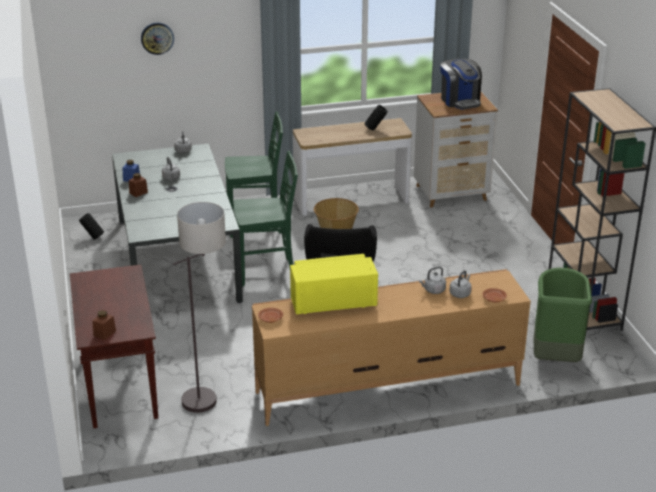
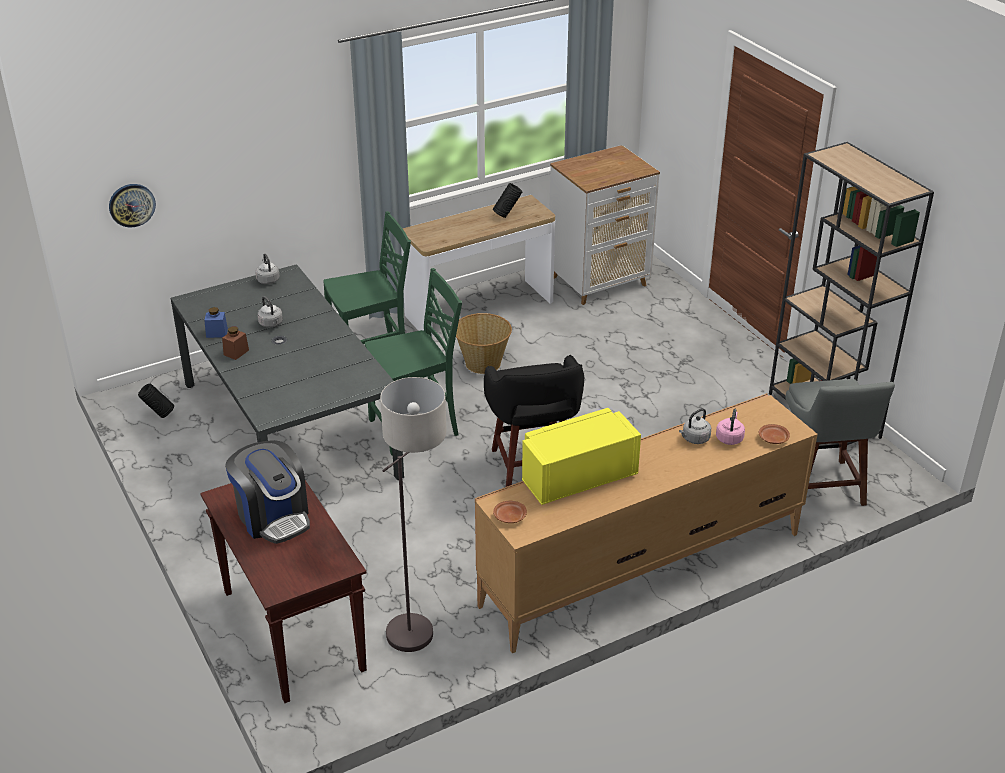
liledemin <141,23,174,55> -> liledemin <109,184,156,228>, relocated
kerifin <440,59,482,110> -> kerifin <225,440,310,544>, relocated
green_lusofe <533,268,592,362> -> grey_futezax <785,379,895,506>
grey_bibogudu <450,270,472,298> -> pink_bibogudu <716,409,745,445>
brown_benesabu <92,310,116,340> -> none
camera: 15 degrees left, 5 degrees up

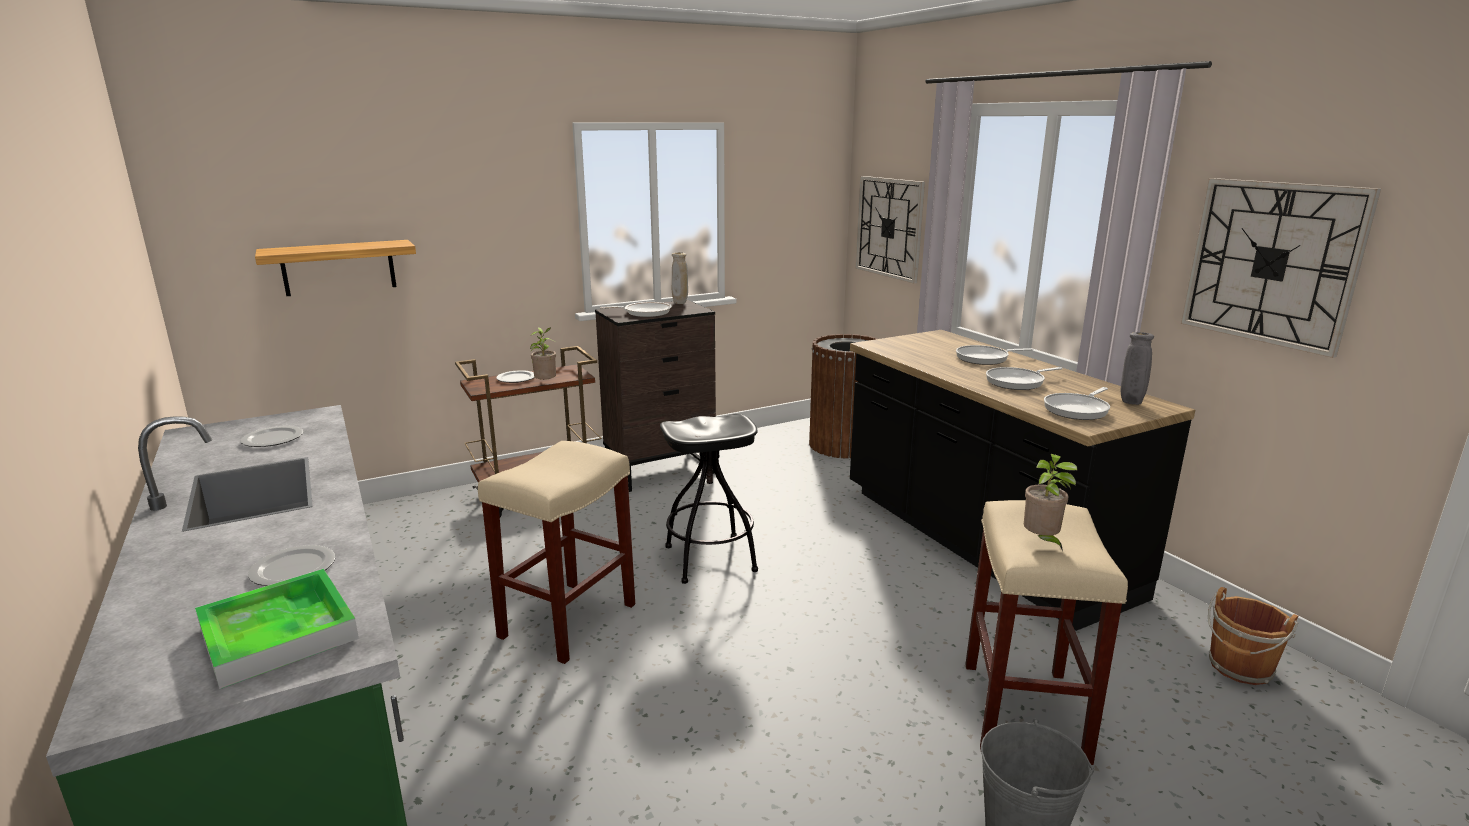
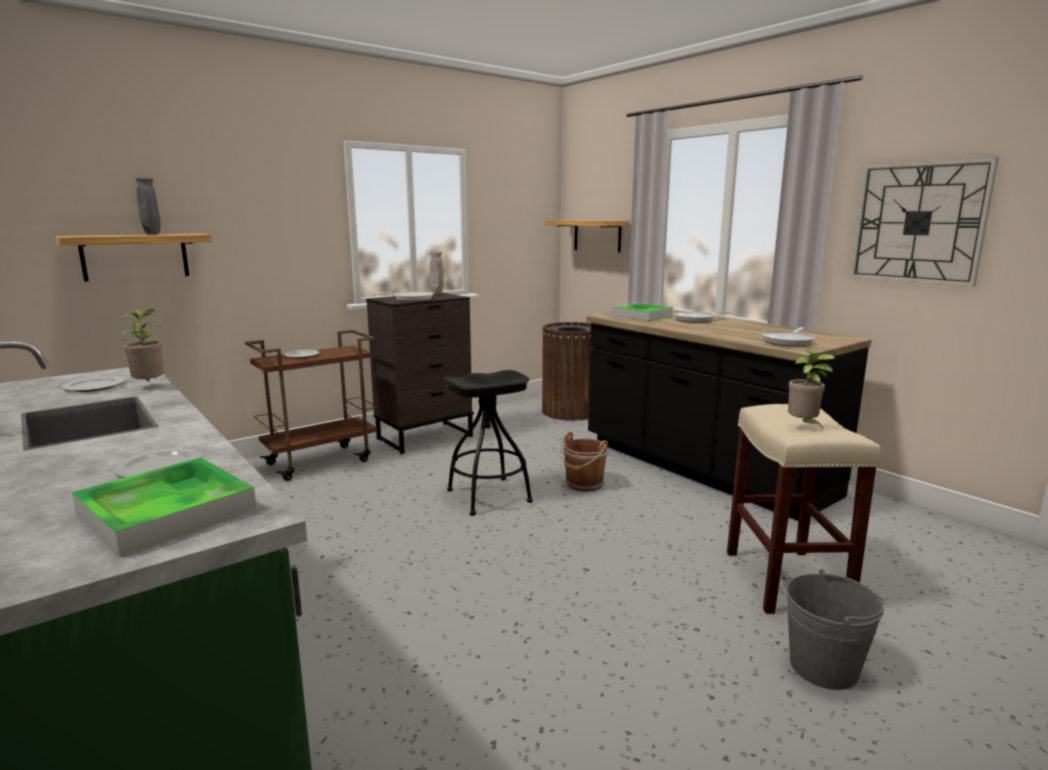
liledemin <856,176,925,284> -> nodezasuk <545,220,630,253>
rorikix <530,327,556,380> -> rorikix <121,309,164,382>, relocated
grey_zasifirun <1121,332,1154,405> -> grey_zasifirun <136,177,161,235>, relocated
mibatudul <986,367,1063,390> -> none
beige_futezax <478,441,635,664> -> none
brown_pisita <1208,587,1298,685> -> brown_pisita <559,431,608,492>, relocated
none -> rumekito <612,303,673,321>
camera: 10 degrees left, 5 degrees down

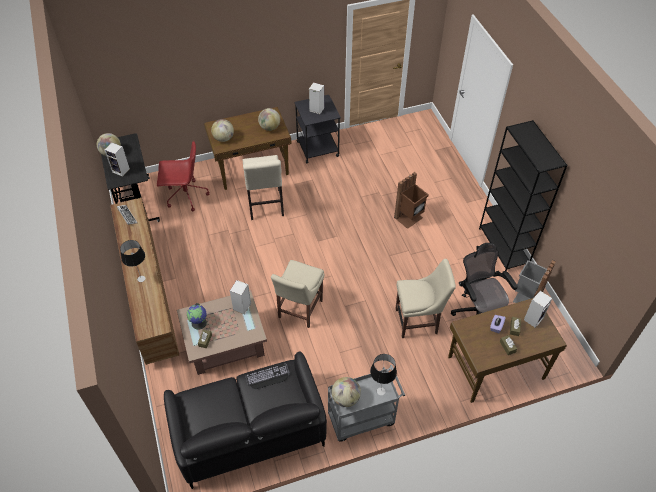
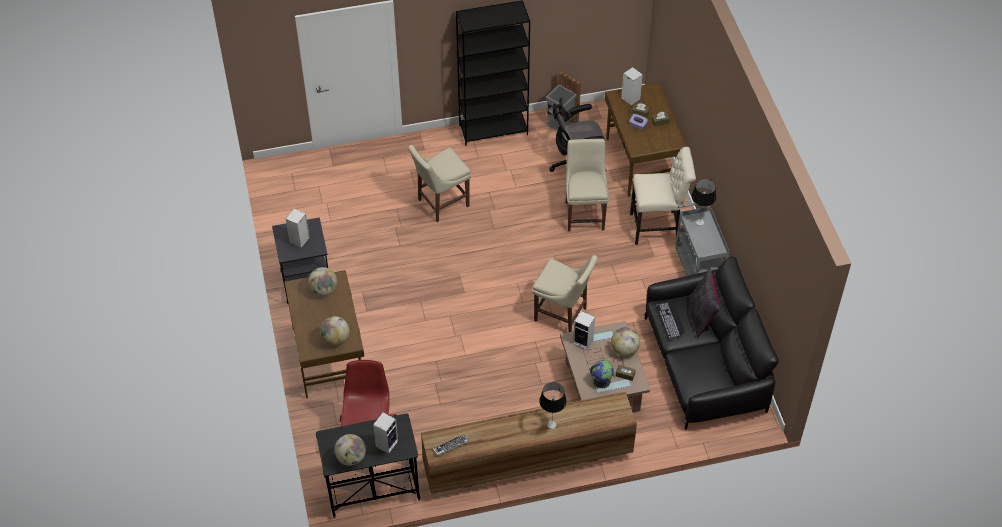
beige_futezax <243,155,284,220> -> beige_futezax <630,147,696,245>, relocated
brown_lusofe <394,172,429,229> -> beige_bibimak <408,145,471,222>
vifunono <332,377,361,407> -> vifunono <611,327,640,356>, relocated
none -> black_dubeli <689,269,720,338>
camera: 85 degrees left, 0 degrees up

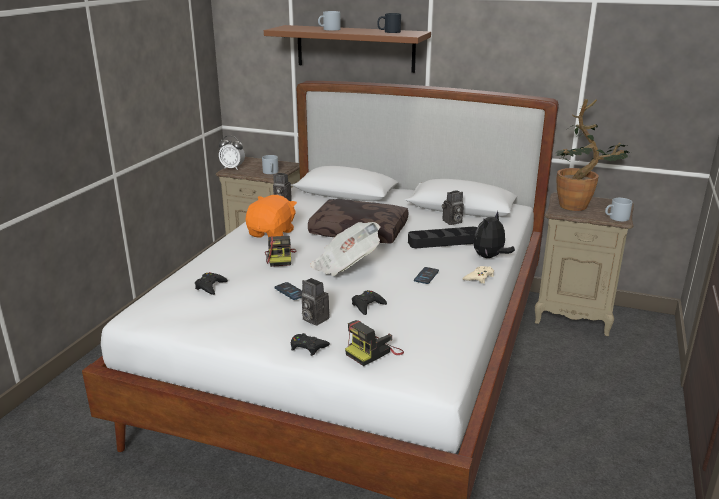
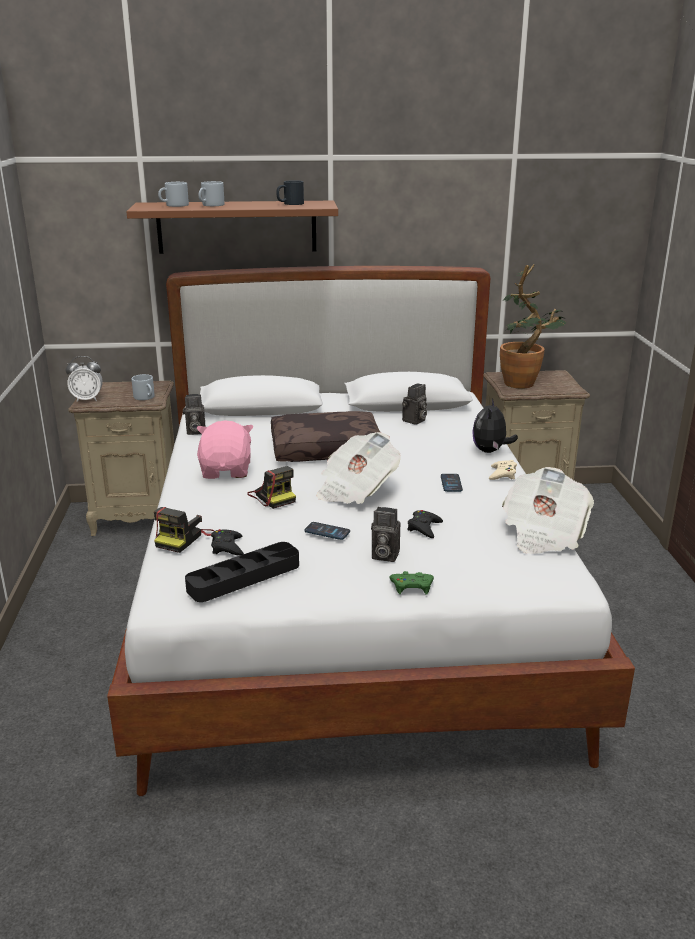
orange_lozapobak <245,195,297,238> -> pink_lozapobak <197,421,253,479>
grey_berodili <605,198,632,221> -> grey_berodili <158,182,189,207>, relocated
black_rumekito <408,227,477,248> -> black_rumekito <185,542,299,602>, relocated
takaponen <345,320,404,366> -> takaponen <154,507,214,553>, relocated
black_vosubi <291,333,330,356> -> green_vosubi <389,571,434,594>
none -> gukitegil <502,467,594,554>
camera: 25 degrees left, 0 degrees up

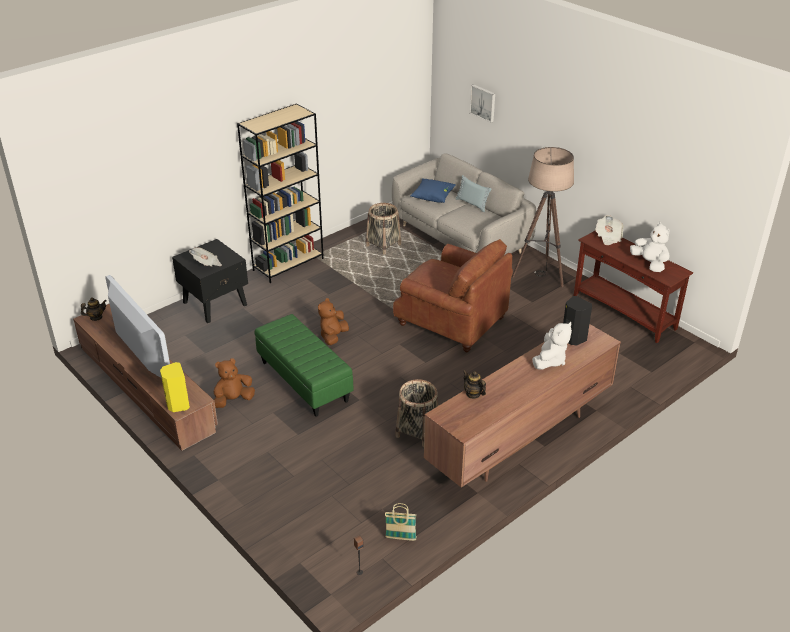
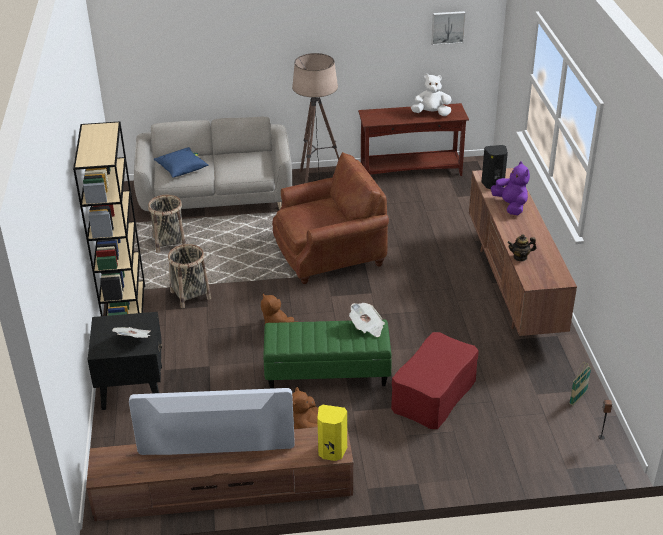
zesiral <470,84,495,123> -> zesiral <431,11,466,45>, relocated
blue_dubeli <456,175,492,212> -> none
gukitegil <595,215,624,245> -> gukitegil <349,303,385,337>, relocated
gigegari <81,297,107,321> -> none
white_lozapobak <532,322,572,370> -> purple_lozapobak <491,161,530,215>
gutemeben <395,379,438,447> -> gutemeben <168,244,211,308>, relocated
none -> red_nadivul <391,332,479,429>
camera: 55 degrees left, 0 degrees up

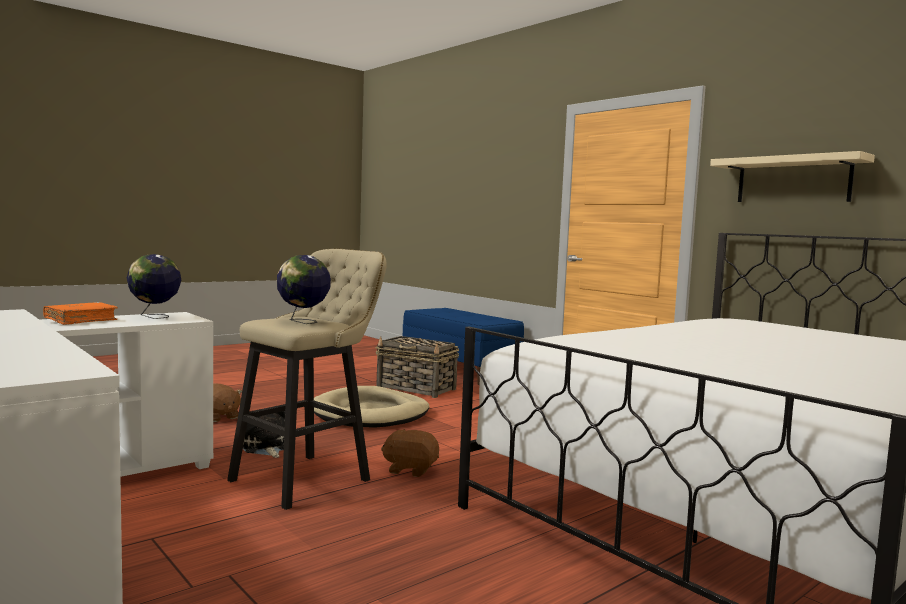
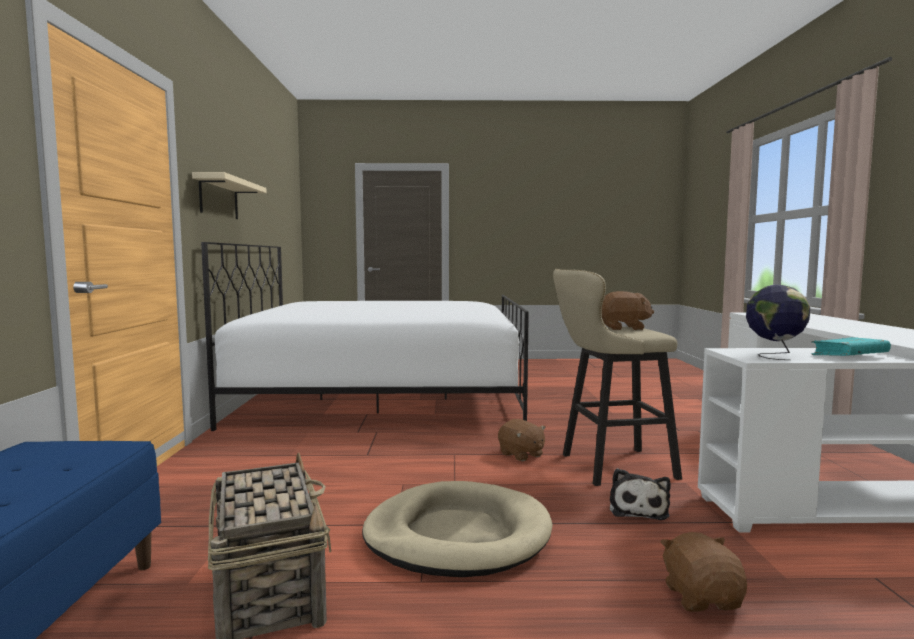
vifunono <277,255,331,324> -> brown_lozapobak <602,291,654,330>
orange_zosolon <43,302,118,325> -> turquoise_zosolon <811,337,891,356>
camera: 140 degrees left, 0 degrees up

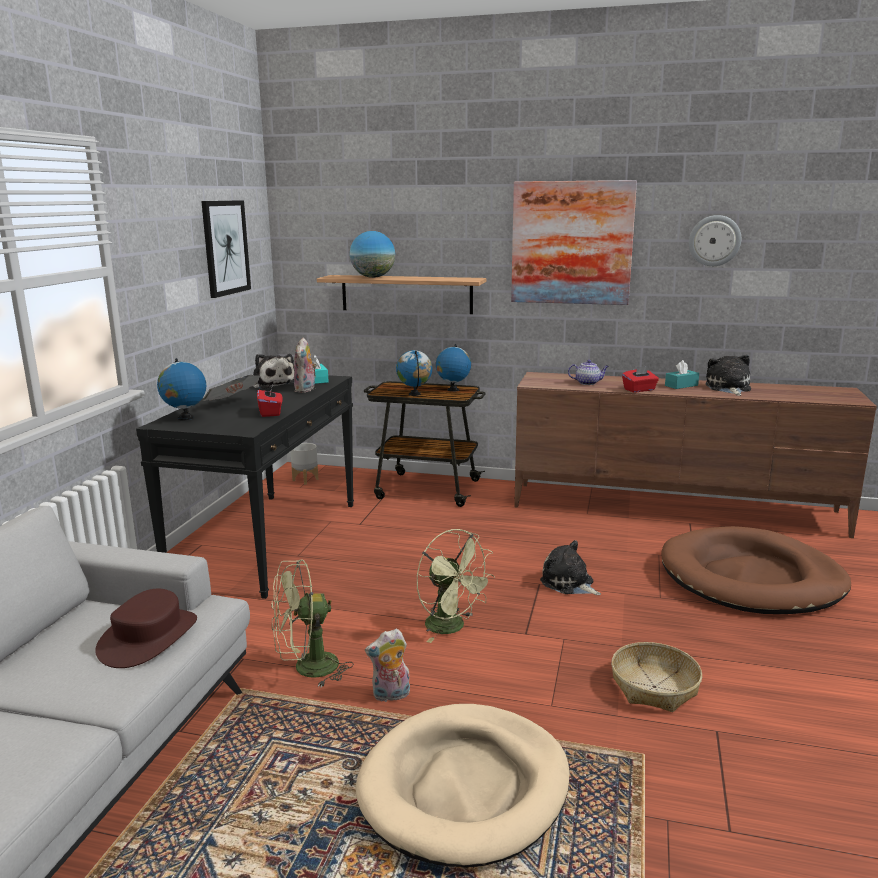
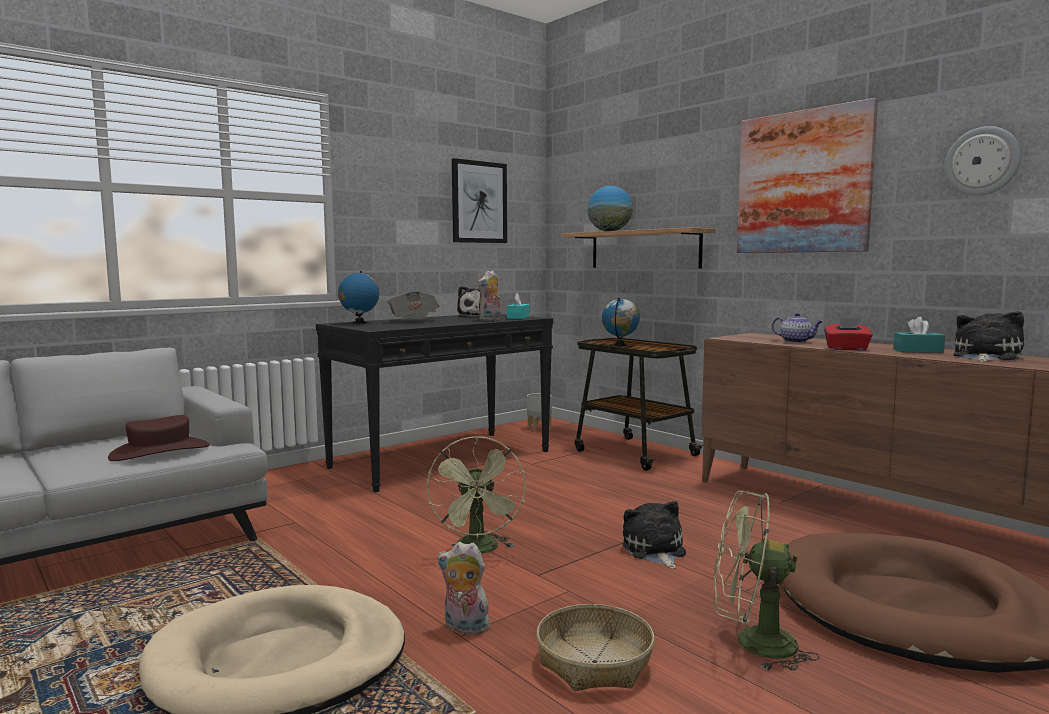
vifunono <436,344,471,392> -> none
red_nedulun <257,385,282,417> -> none
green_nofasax <271,559,354,687> -> green_nofasax <713,490,819,671>, relocated
lozapobak <365,629,410,702> -> lozapobak <437,542,490,634>, relocated
camera: 35 degrees right, 10 degrees down

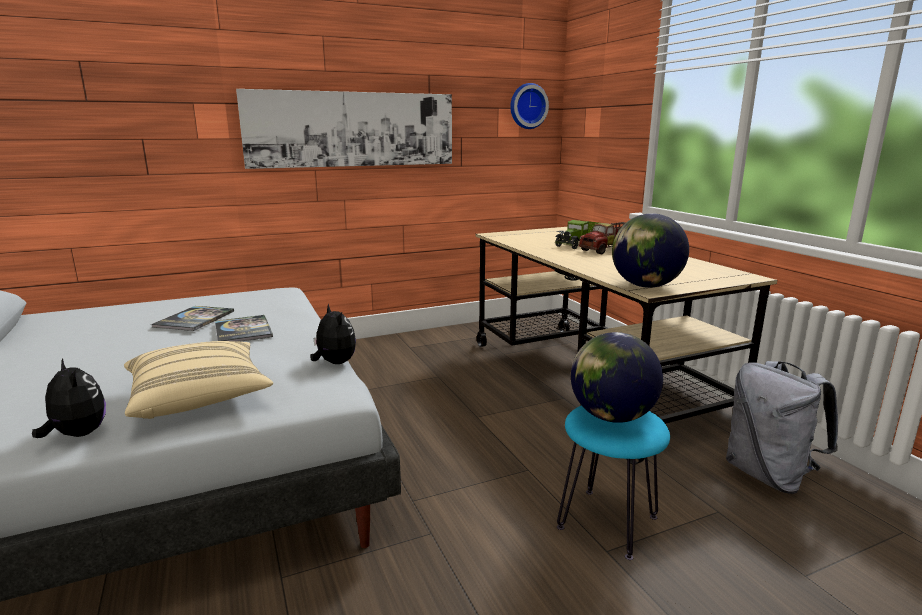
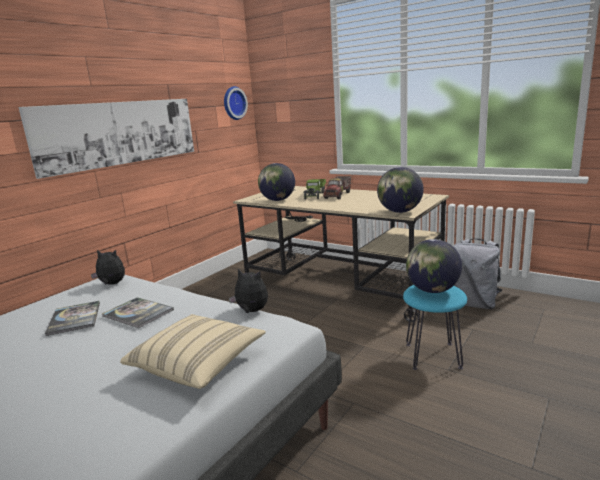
lozapobak <32,358,106,438> -> lozapobak <91,250,125,285>, relocated
none -> vifunono <258,163,295,201>
camera: 30 degrees left, 0 degrees up

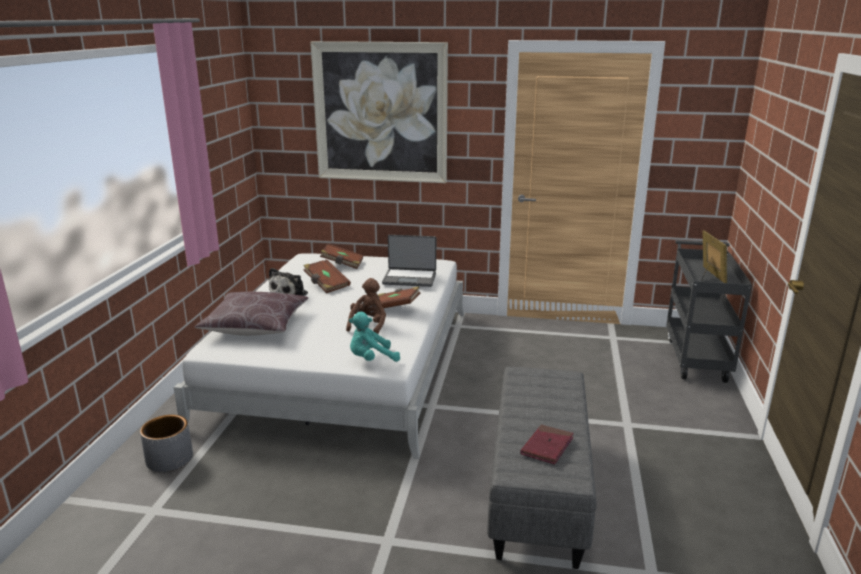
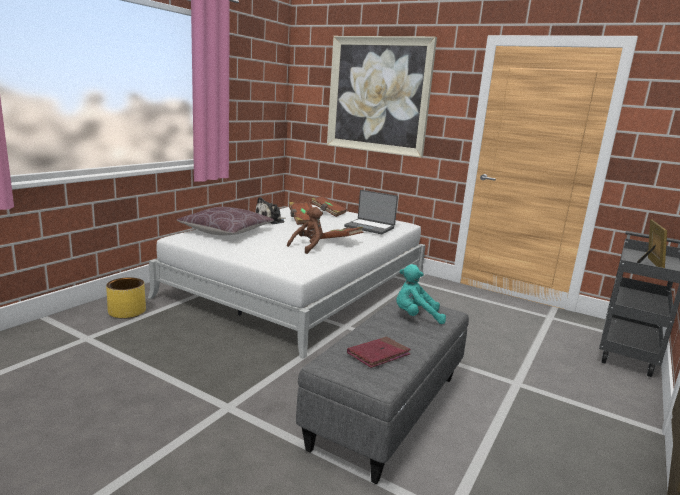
turquoise_lozapobak <349,312,400,362> -> turquoise_lozapobak <397,264,446,324>, relocated
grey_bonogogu <140,414,193,472> -> yellow_bonogogu <106,277,146,319>
camera: 20 degrees right, 5 degrees down

